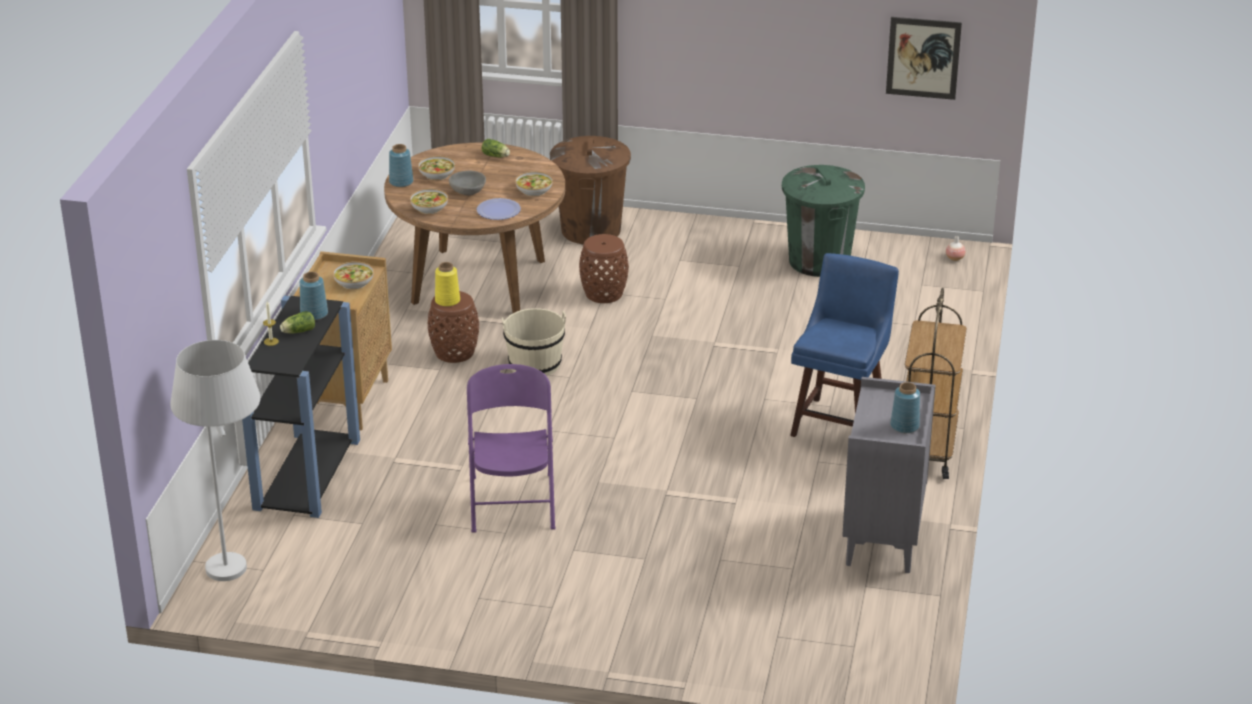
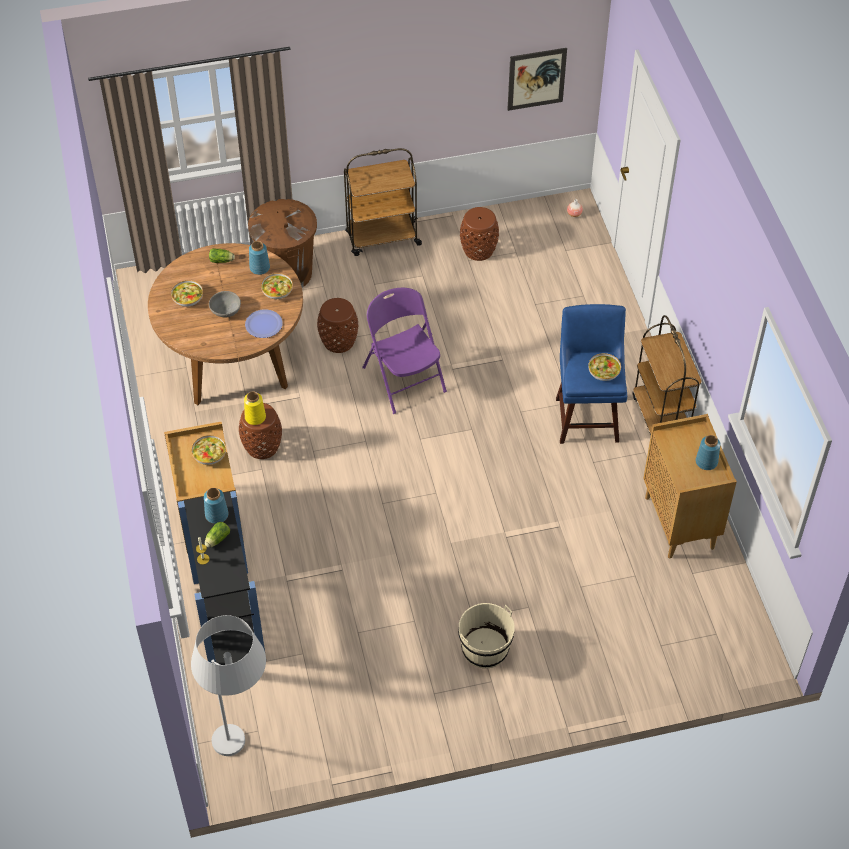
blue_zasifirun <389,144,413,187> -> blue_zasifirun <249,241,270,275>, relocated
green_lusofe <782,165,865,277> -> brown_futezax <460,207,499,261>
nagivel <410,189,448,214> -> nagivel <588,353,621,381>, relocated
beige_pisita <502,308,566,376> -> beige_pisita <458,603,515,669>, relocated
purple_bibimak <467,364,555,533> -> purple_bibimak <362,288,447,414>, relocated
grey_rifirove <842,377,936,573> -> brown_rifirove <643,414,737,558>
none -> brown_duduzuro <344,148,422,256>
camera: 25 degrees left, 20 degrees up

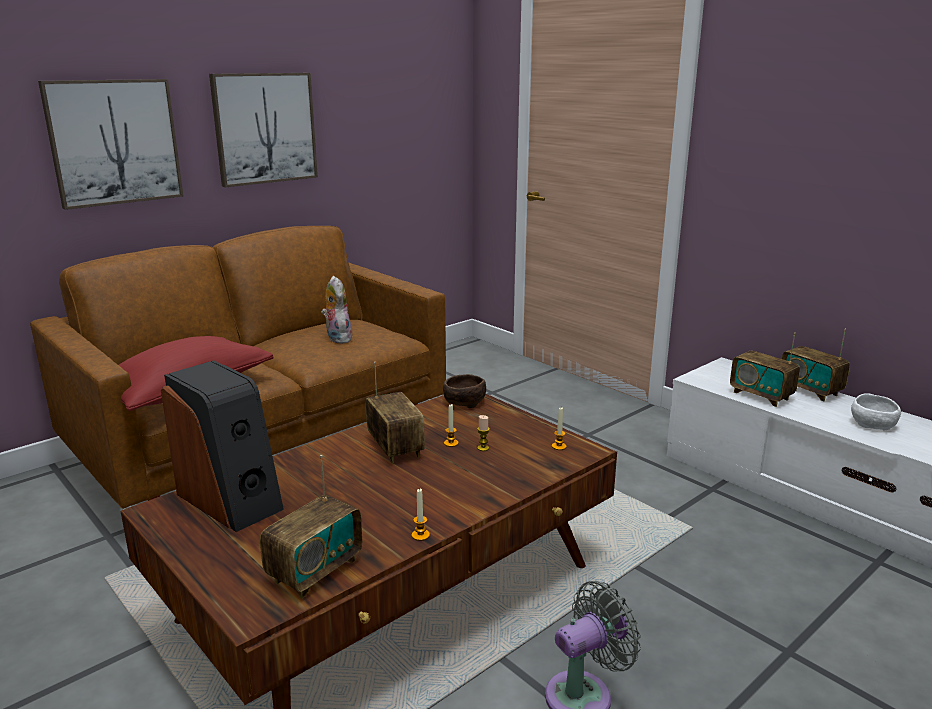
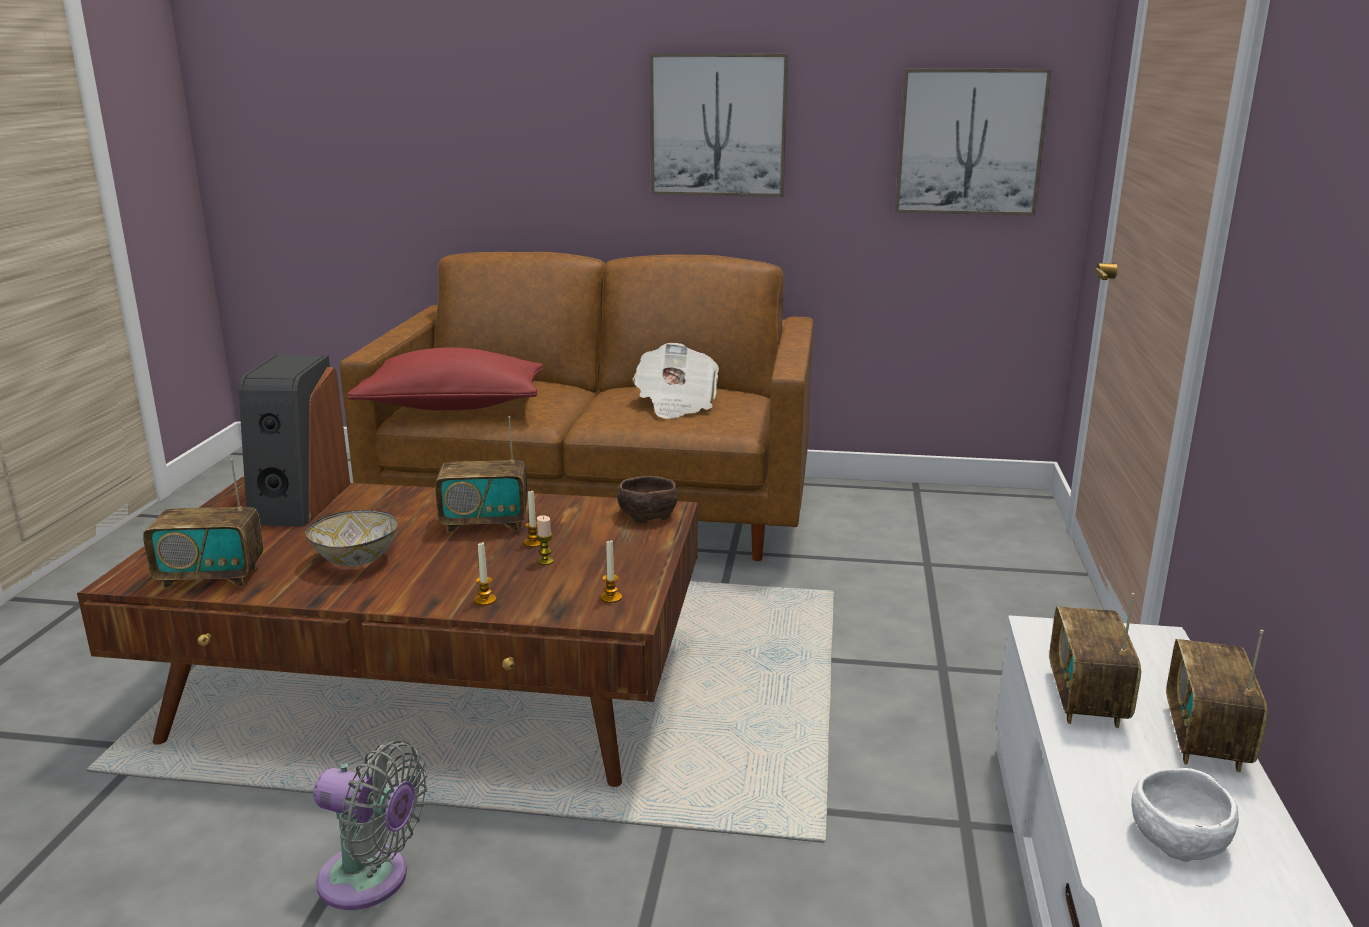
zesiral <38,79,183,210> -> zesiral <895,69,1052,216>, relocated
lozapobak <321,276,352,343> -> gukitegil <633,343,719,419>
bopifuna <366,362,425,463> -> bopifuna <435,416,527,533>, 60 degrees clockwise
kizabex <412,488,430,541> -> kizabex <474,542,496,606>, relocated
none -> nagivel <305,510,398,566>
camera: 50 degrees right, 0 degrees up

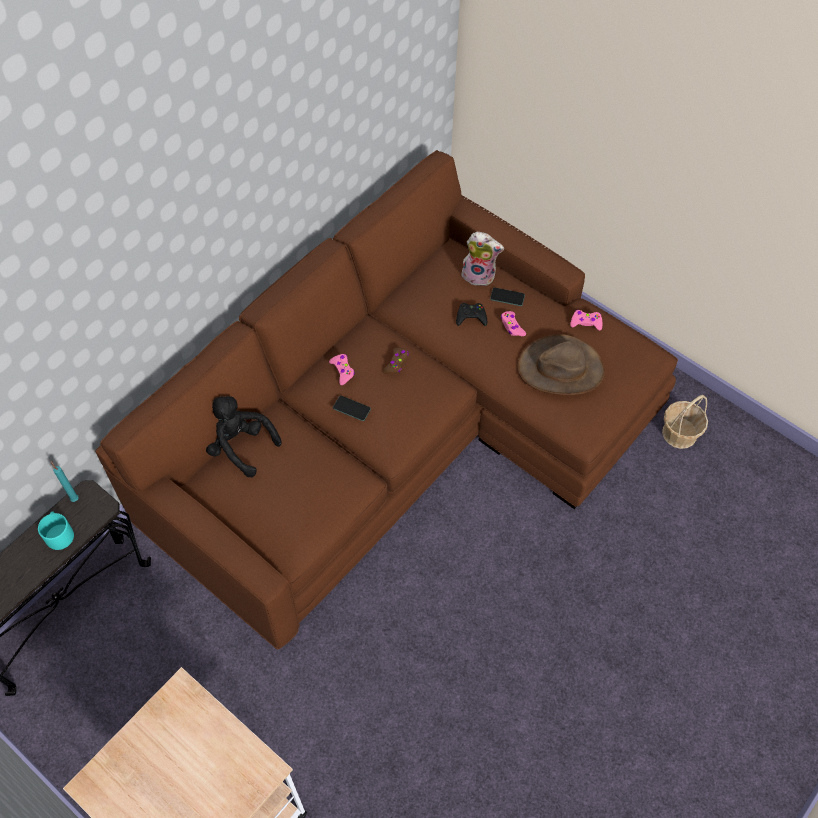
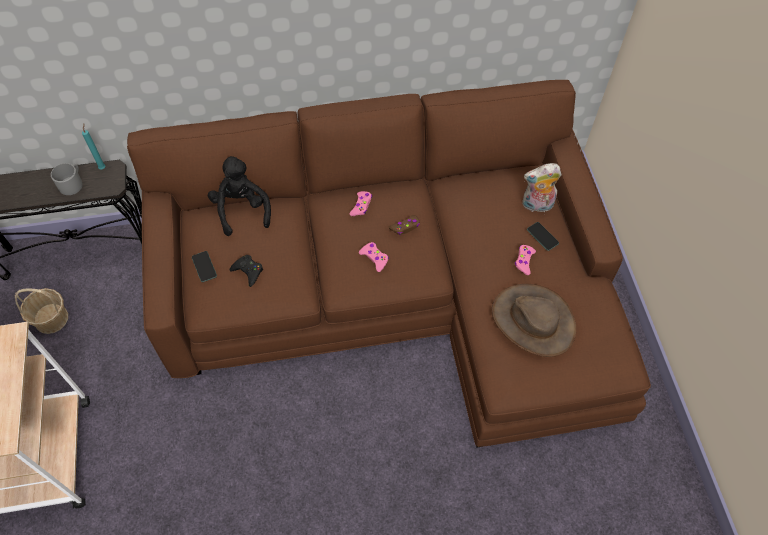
lozapobak <461,232,504,286> -> lozapobak <522,163,562,212>, 120 degrees clockwise
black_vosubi <456,303,487,326> -> black_vosubi <230,255,263,287>, relocated
pink_vosubi <570,310,602,330> -> pink_vosubi <359,242,389,272>, relocated
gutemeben <662,395,708,449> -> gutemeben <15,288,68,334>, relocated
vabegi <333,396,371,421> -> vabegi <192,251,217,282>, relocated
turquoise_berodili <38,511,74,550> -> grey_berodili <51,163,83,195>
camera: 40 degrees right, 0 degrees up

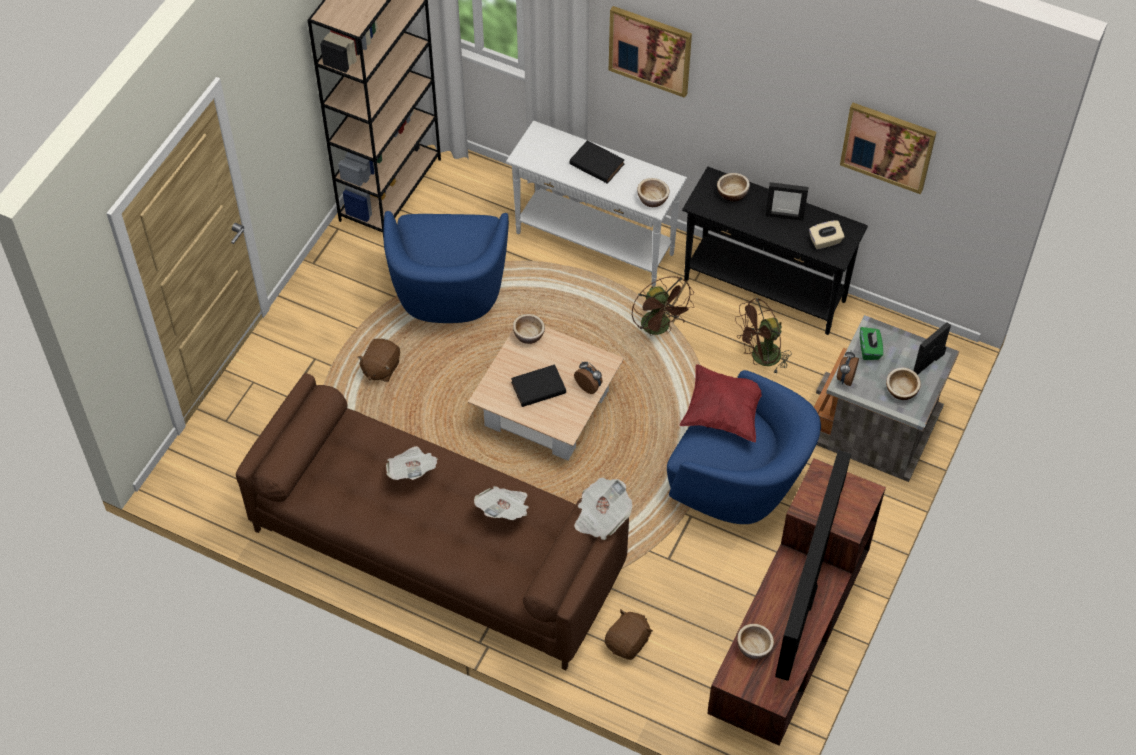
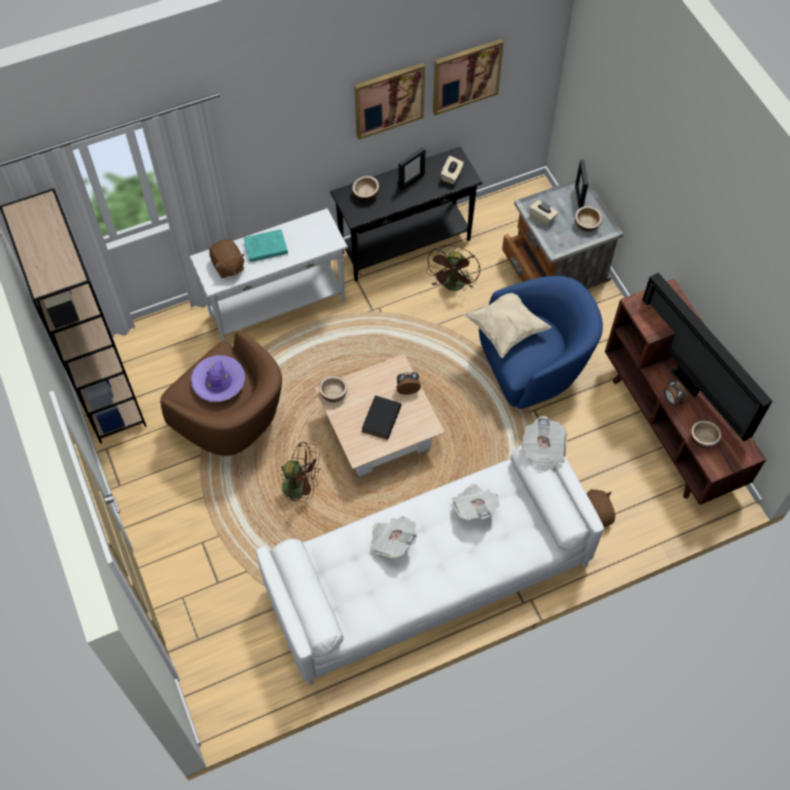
zesiral <609,6,692,98> -> zesiral <354,63,425,140>, relocated
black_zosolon <569,140,625,184> -> turquoise_zosolon <244,229,288,262>
nagivel <637,178,669,207> -> none
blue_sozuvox <383,211,509,323> -> brown_sozuvox <160,330,282,456>
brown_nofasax <632,276,694,335> -> brown_nofasax <281,442,321,502>, relocated
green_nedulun <860,327,883,360> -> beige_nedulun <529,200,558,226>
brown_lozapobak <357,339,400,382> -> brown_lozapobak <209,240,245,278>, relocated
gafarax <837,351,859,386> -> gafarax <664,380,688,406>, relocated
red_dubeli <680,364,762,442> -> beige_dubeli <464,293,551,358>
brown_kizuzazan <236,373,629,670> -> white_kizuzazan <256,445,604,686>
none -> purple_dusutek <191,355,245,402>
camera: 50 degrees left, 5 degrees up

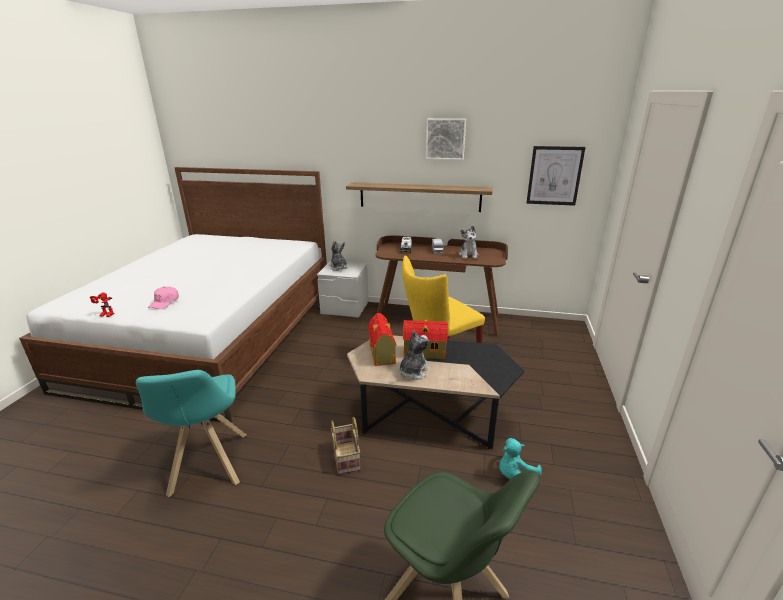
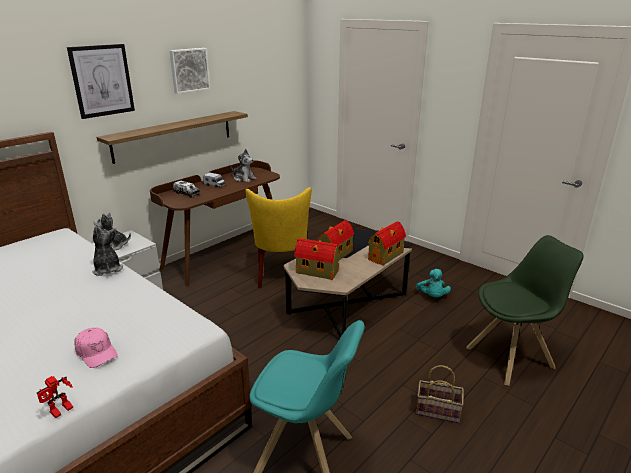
zesiral <526,146,586,206> -> zesiral <67,44,135,119>, relocated
lozapobak <399,330,430,380> -> lozapobak <92,226,123,276>, relocated
gutemeben <331,417,360,475> -> gutemeben <416,365,464,423>, relocated
none -> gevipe <368,221,406,265>
camera: 60 degrees left, 0 degrees up

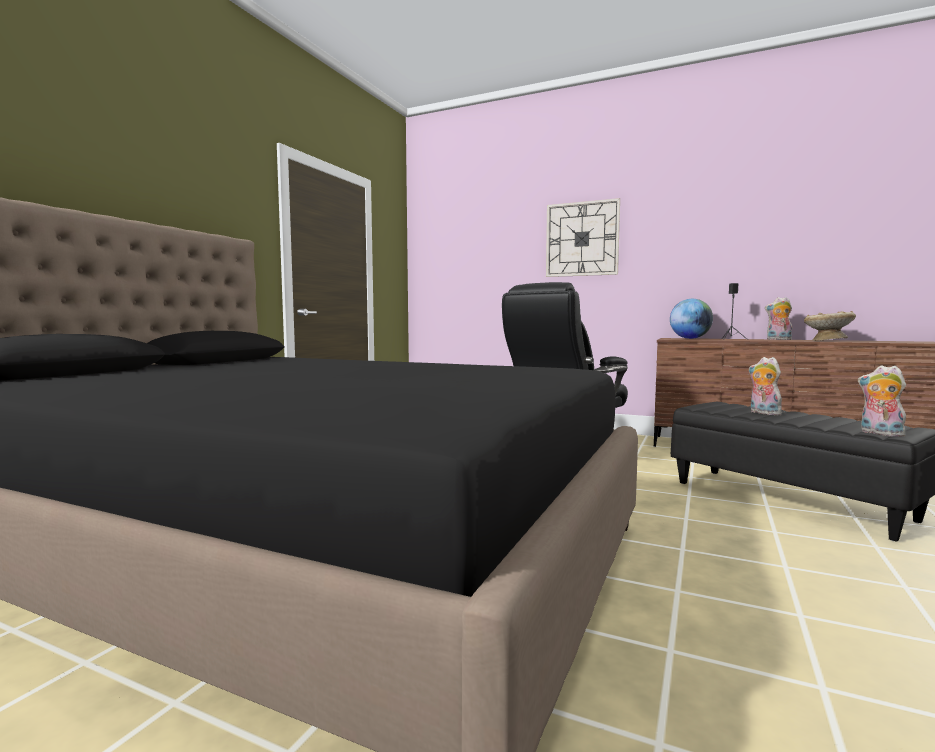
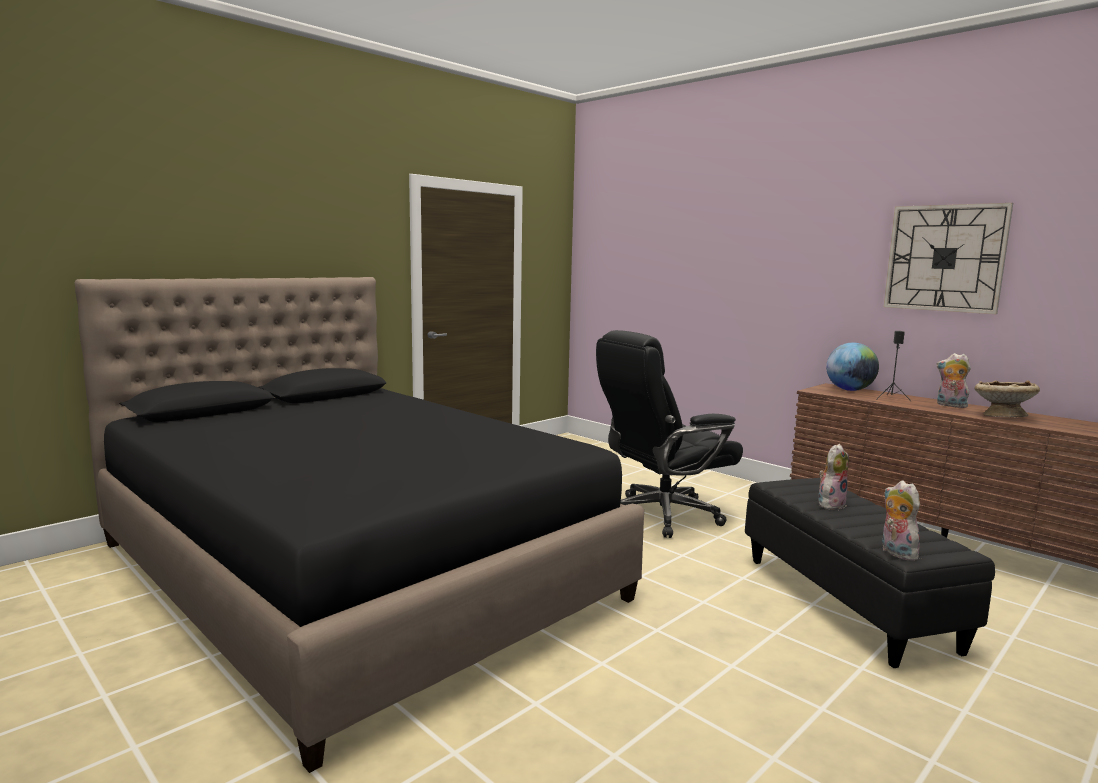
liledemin <546,198,620,277> -> liledemin <884,203,1013,314>, relocated
lozapobak <749,357,786,415> -> lozapobak <818,444,849,509>, 60 degrees clockwise
camera: 20 degrees right, 5 degrees up

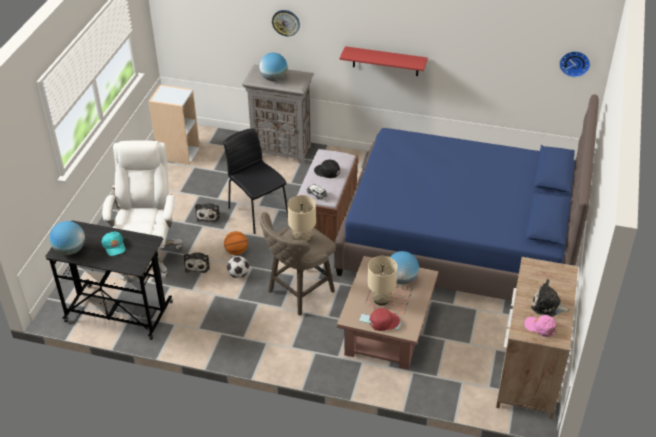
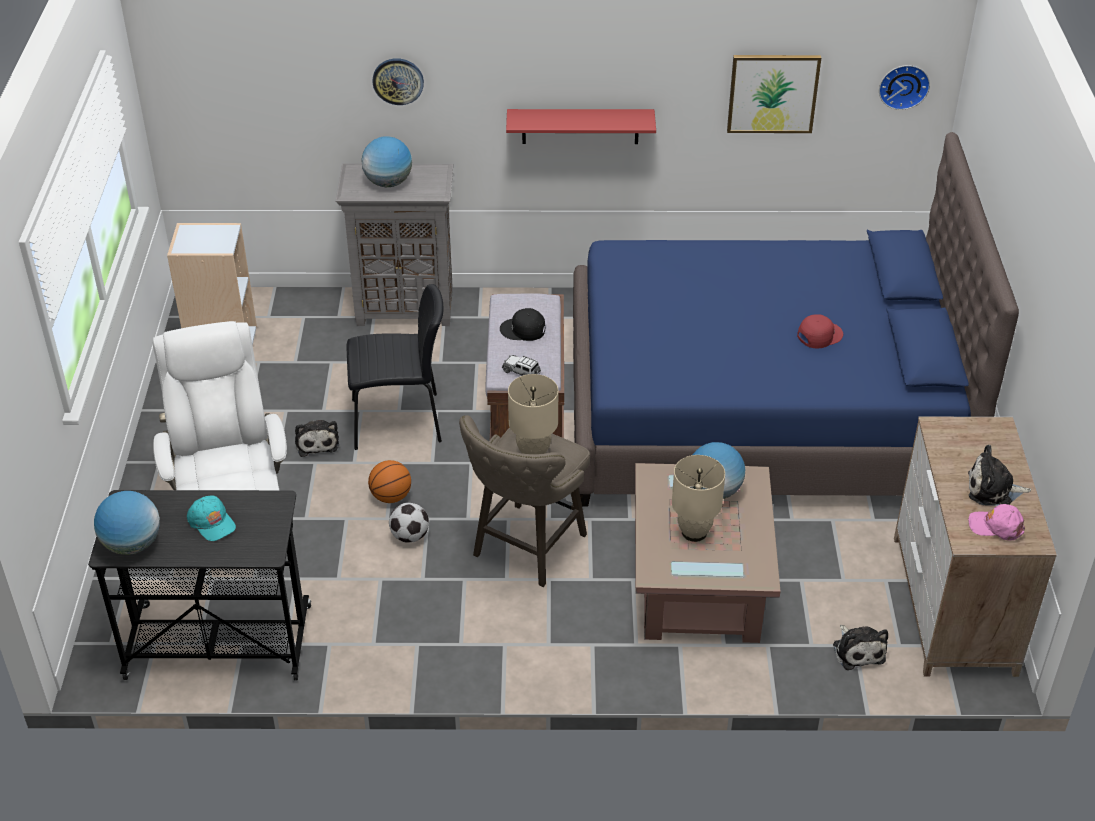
black_bibimak <223,129,288,234> -> black_bibimak <347,284,443,450>, 135 degrees clockwise
lozapobak <184,252,210,273> -> lozapobak <833,625,888,670>, relocated
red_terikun <370,308,400,331> -> red_terikun <797,314,843,348>, relocated
none -> zesiral <727,55,821,133>
camera: 15 degrees left, 0 degrees up

